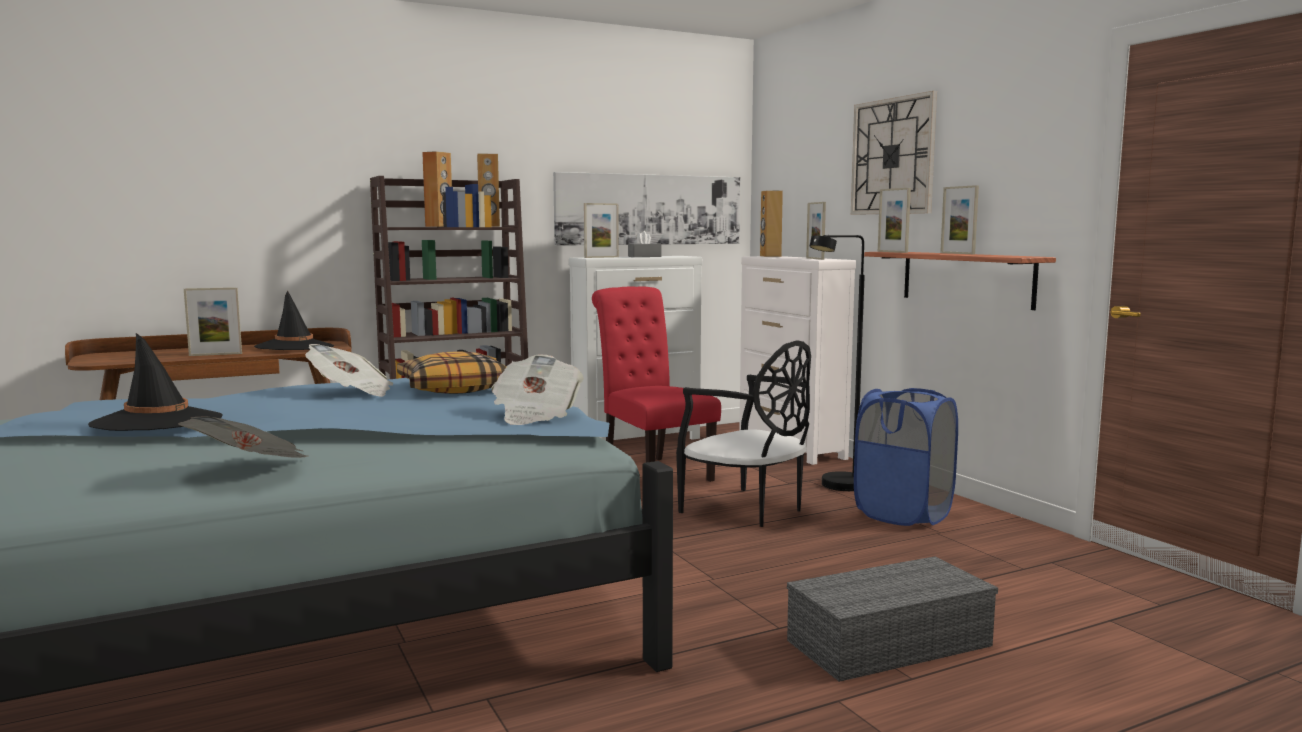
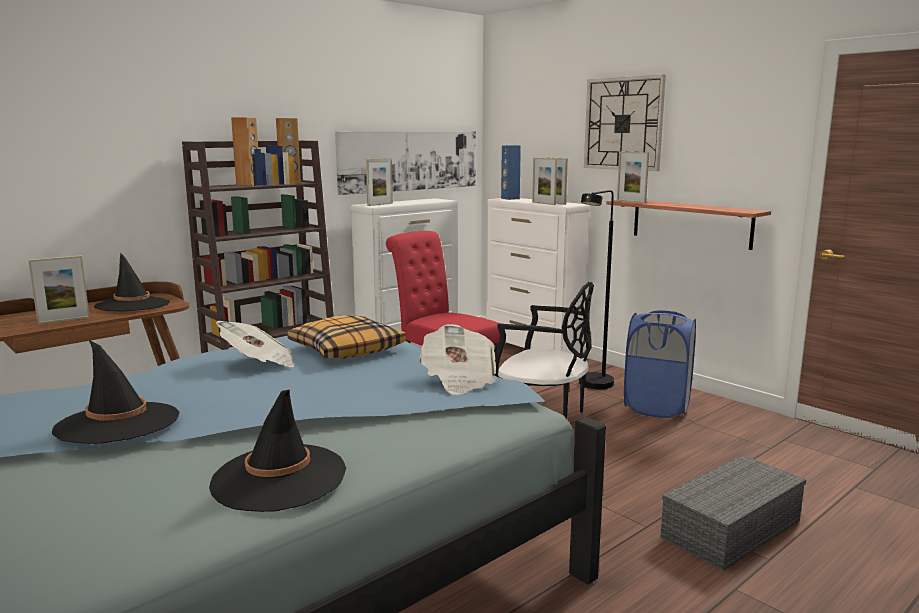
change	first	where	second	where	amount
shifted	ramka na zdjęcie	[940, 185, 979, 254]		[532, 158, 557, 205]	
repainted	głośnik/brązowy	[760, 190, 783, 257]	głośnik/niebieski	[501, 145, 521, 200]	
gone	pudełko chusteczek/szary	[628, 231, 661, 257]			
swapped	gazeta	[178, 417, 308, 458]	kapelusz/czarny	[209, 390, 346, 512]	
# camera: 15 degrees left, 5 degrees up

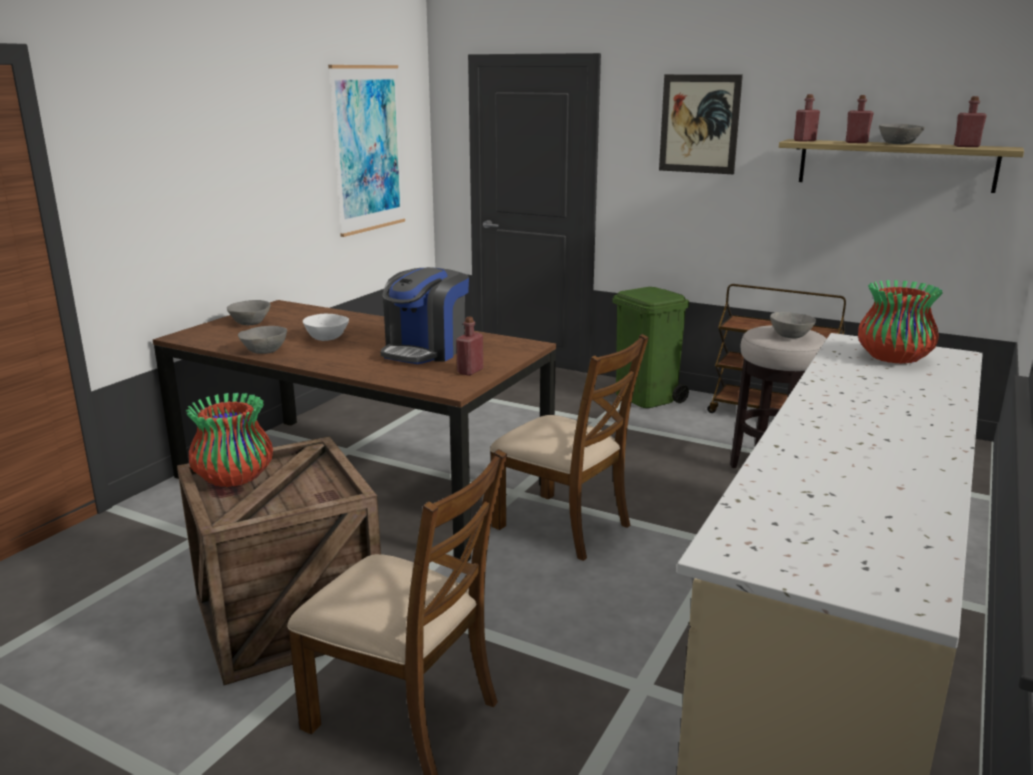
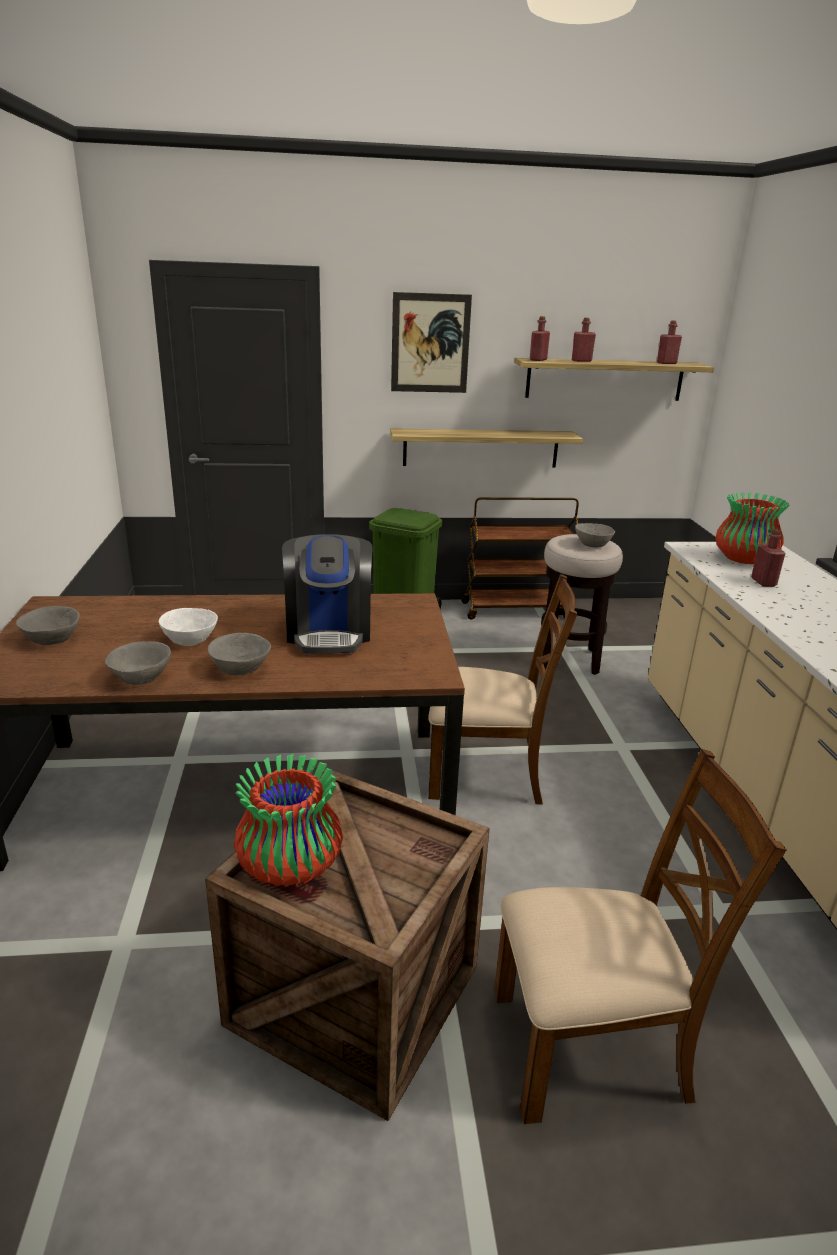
change	first	where	second	where	amount
gone	obraz	[328, 65, 405, 237]			
shifted	miska/szary	[879, 124, 925, 144]		[208, 633, 271, 675]	
shifted	butelka/czerwony	[456, 316, 483, 376]		[751, 529, 785, 587]	
new			półka	[390, 428, 583, 468]	
# camera: 35 degrees left, 5 degrees up

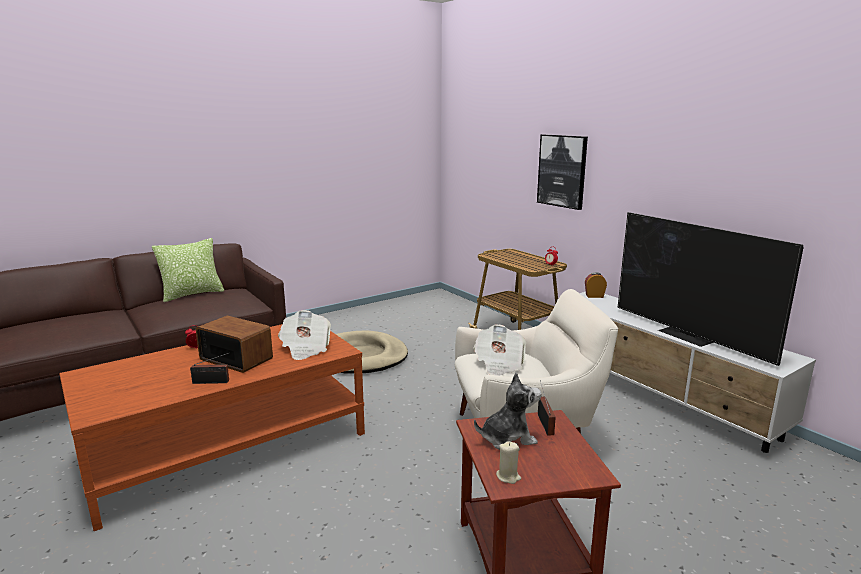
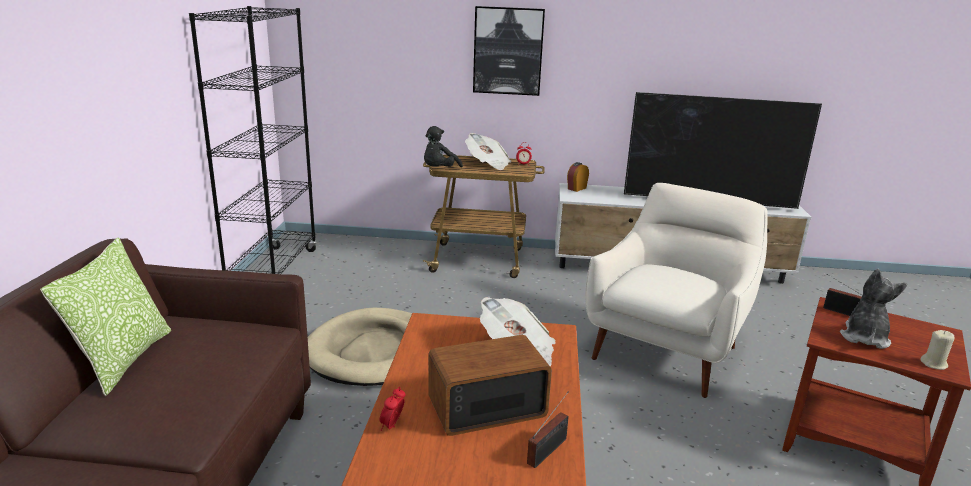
change	first	where	second	where	amount
shifted	gazeta	[473, 324, 526, 376]		[465, 133, 512, 170]	
new			regał/czarny	[189, 6, 317, 274]	
new			pluszak/czarny	[424, 126, 463, 167]	
# camera: 50 degrees left, 5 degrees up

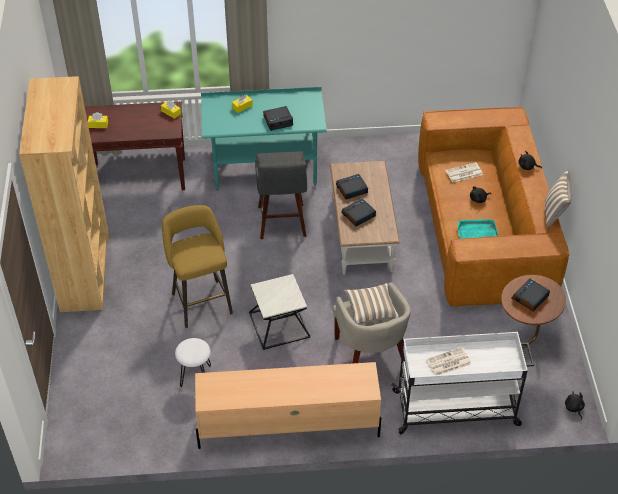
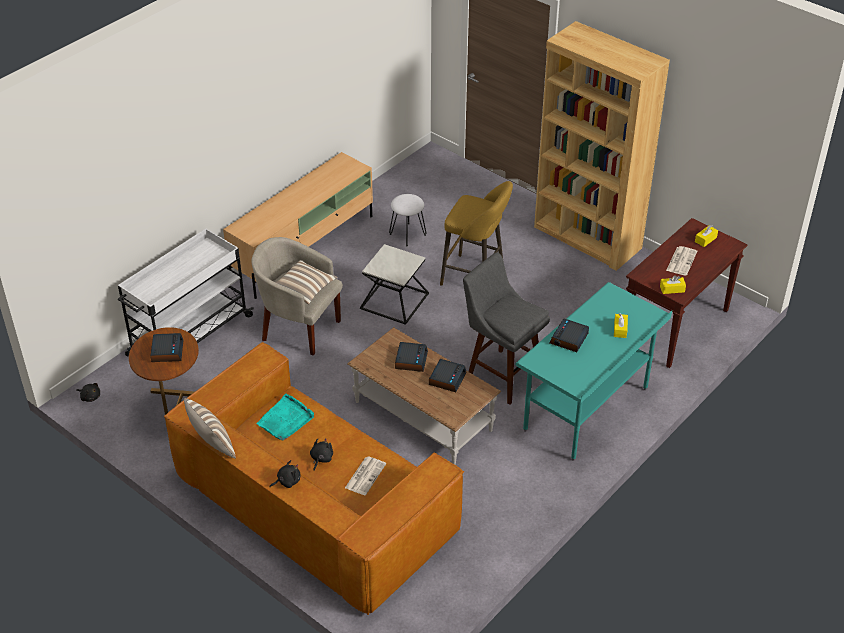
change	first	where	second	where	amount
shifted	gazeta	[426, 348, 471, 375]		[666, 246, 697, 276]	
# camera: 135 degrees right, 5 degrees down

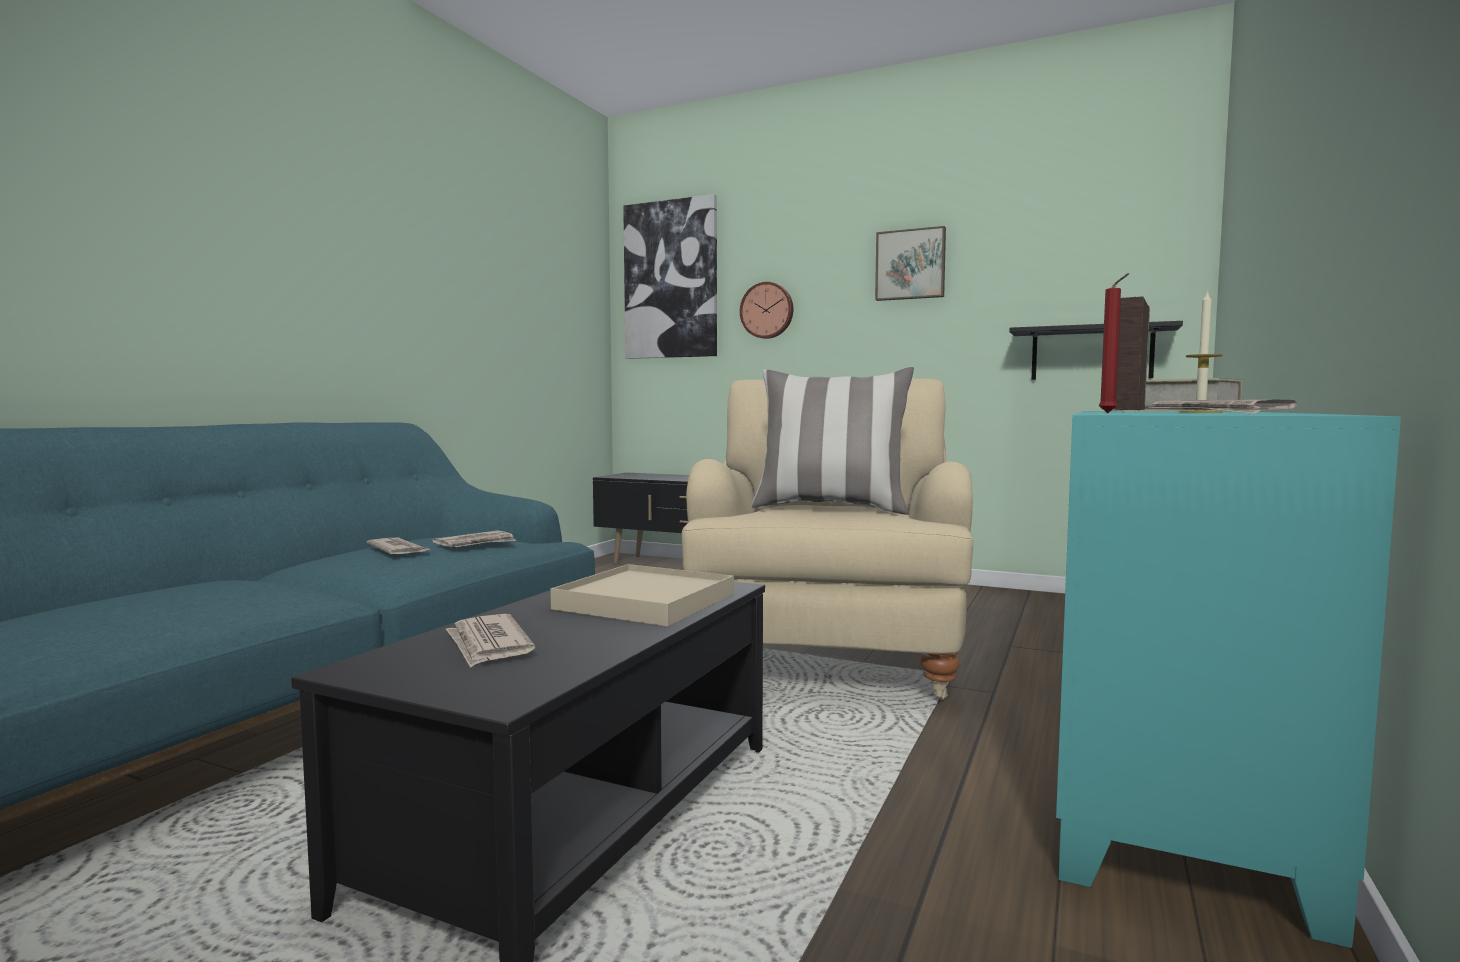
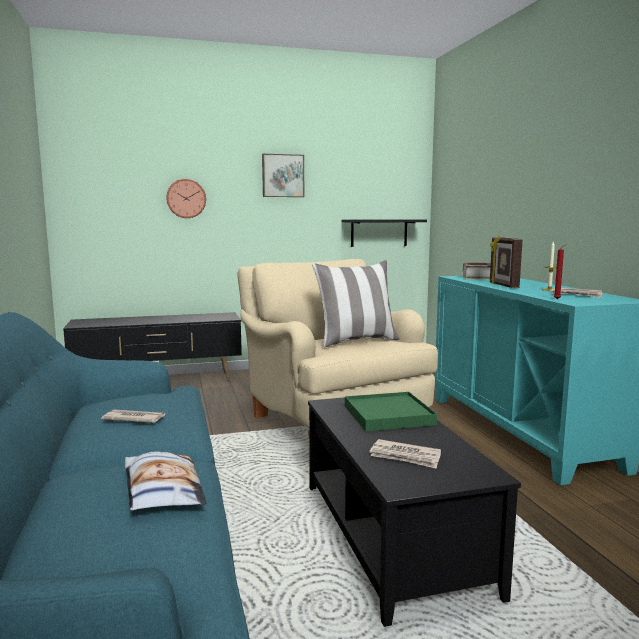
change	first	where	second	where	amount
gone	obraz	[623, 194, 717, 359]			
gone	gazeta	[433, 530, 516, 547]			
repainted	taca/beżowy	[550, 564, 734, 626]	taca/zielony	[345, 392, 437, 431]	
new			poduszka	[125, 451, 207, 511]	
# camera: 40 degrees left, 5 degrees up

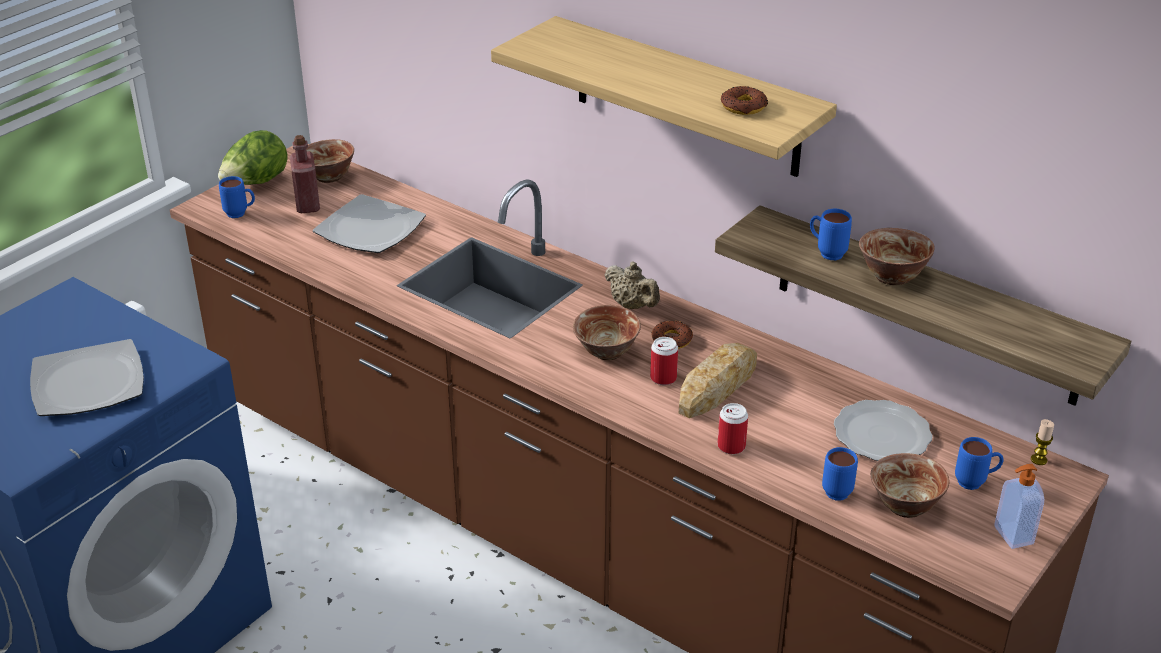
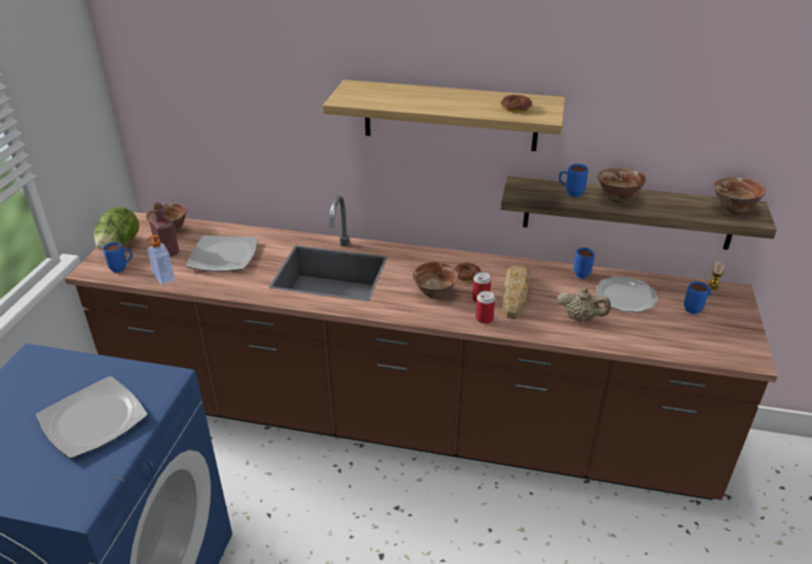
change	first	where	second	where	amount
shifted	imbryk/beżowy	[605, 262, 660, 309]		[557, 287, 611, 321]	
shifted	puszka	[717, 403, 748, 454]		[475, 291, 495, 324]	
shifted	kubek/niebieski	[822, 447, 858, 500]		[573, 248, 595, 278]	
shifted	miska	[871, 453, 950, 518]		[713, 177, 766, 214]	
shifted	dozownik mydła	[994, 464, 1044, 549]		[146, 235, 175, 285]	
# camera: 25 degrees left, 0 degrees up

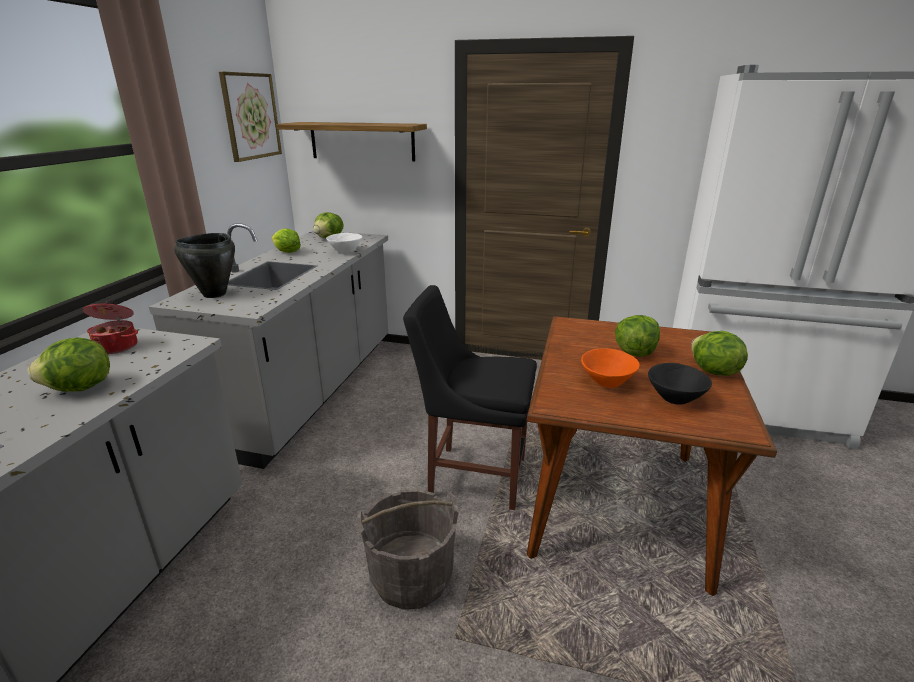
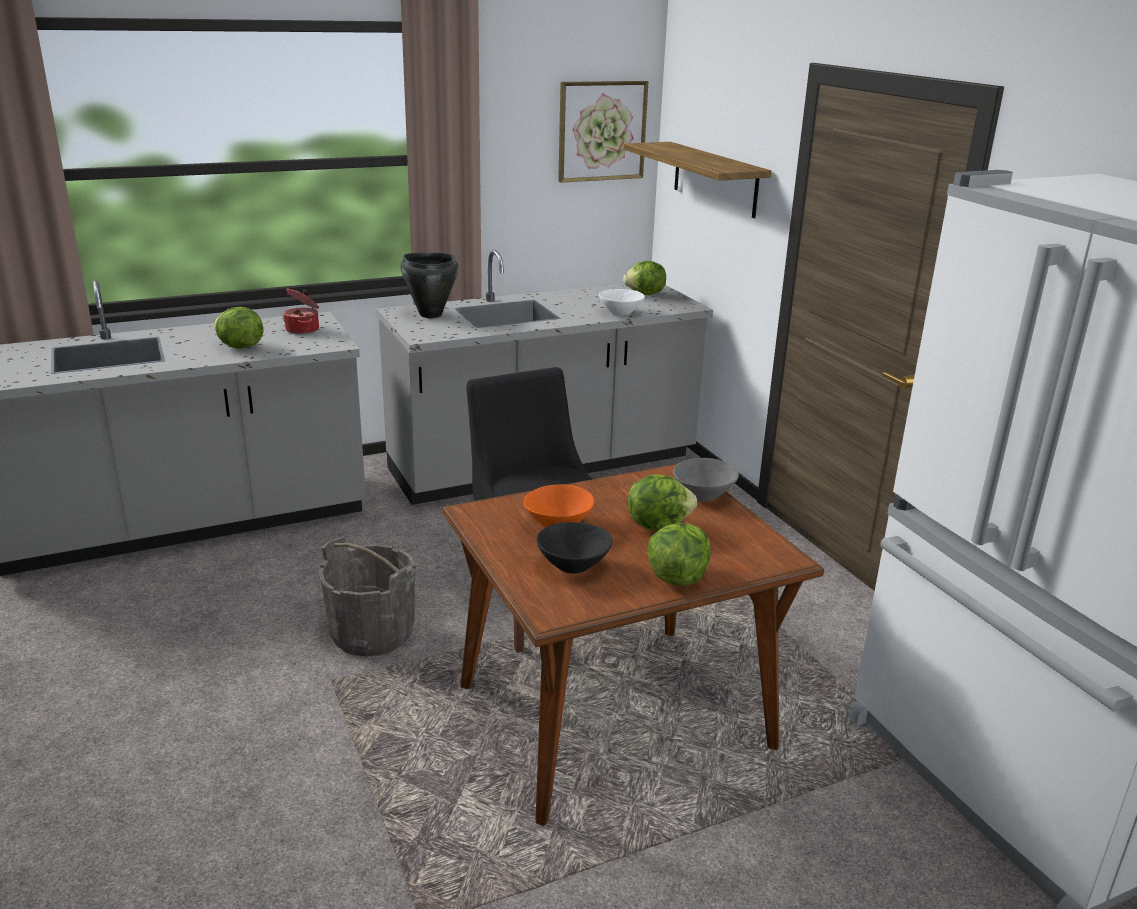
change	first	where	second	where	amount
gone	sałata	[272, 229, 301, 253]			
new			miska/szary	[673, 458, 739, 502]	
# camera: 50 degrees right, 0 degrees up

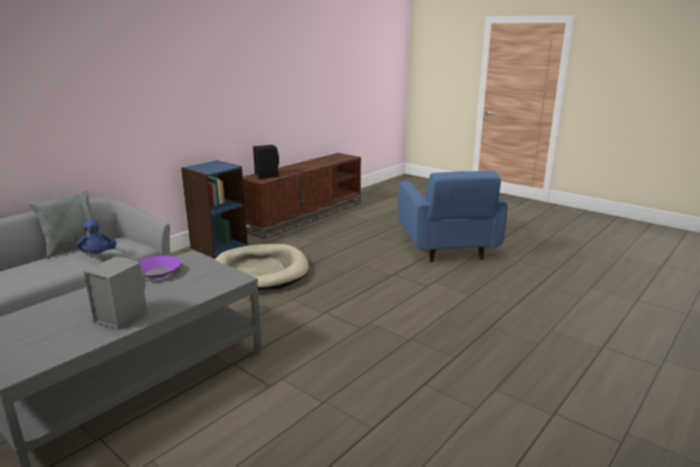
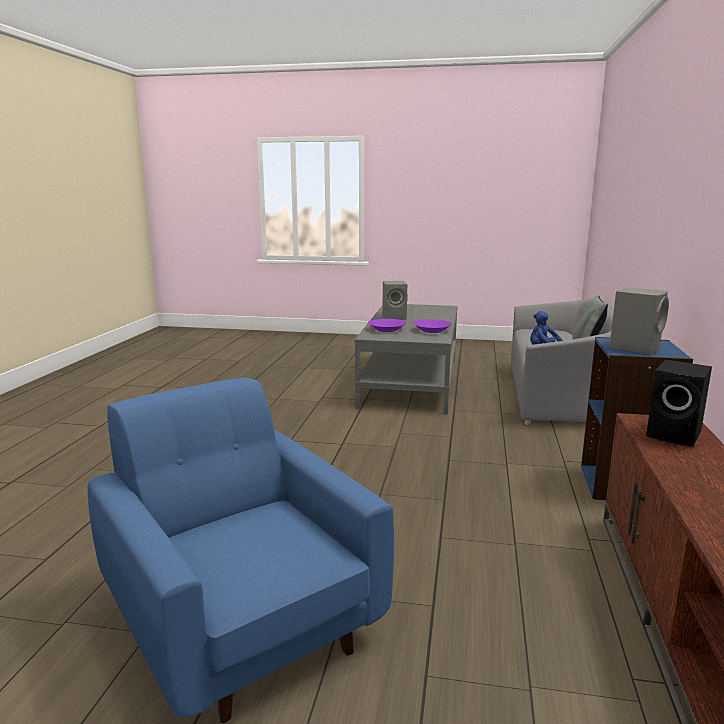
change	first	where	second	where	amount
gone	legowisko/beżowy	[215, 244, 309, 290]			
new			głośnik/szary	[609, 287, 669, 354]	
new			miska/fioletowy	[368, 319, 406, 332]	
# camera: 150 degrees right, 5 degrees down

